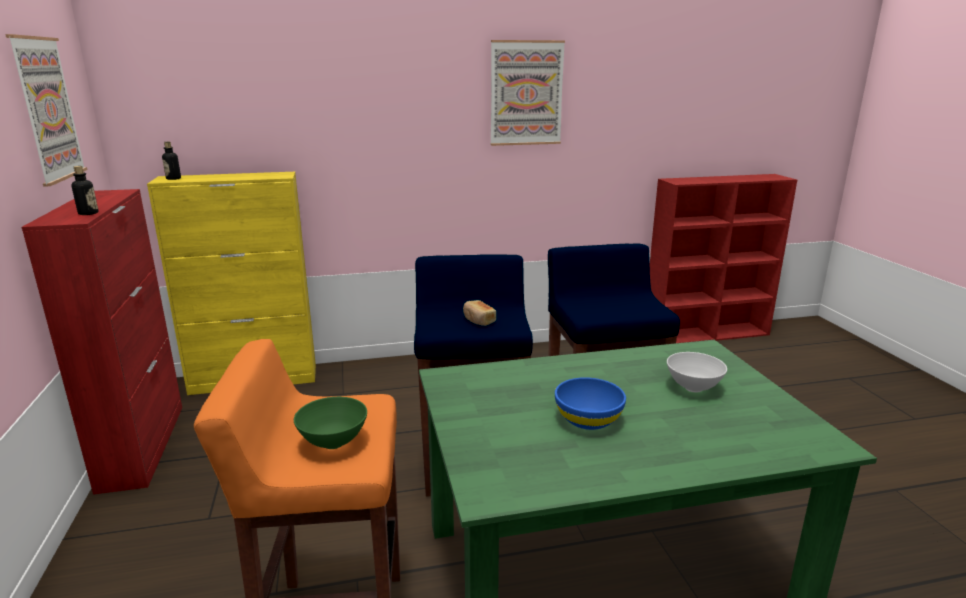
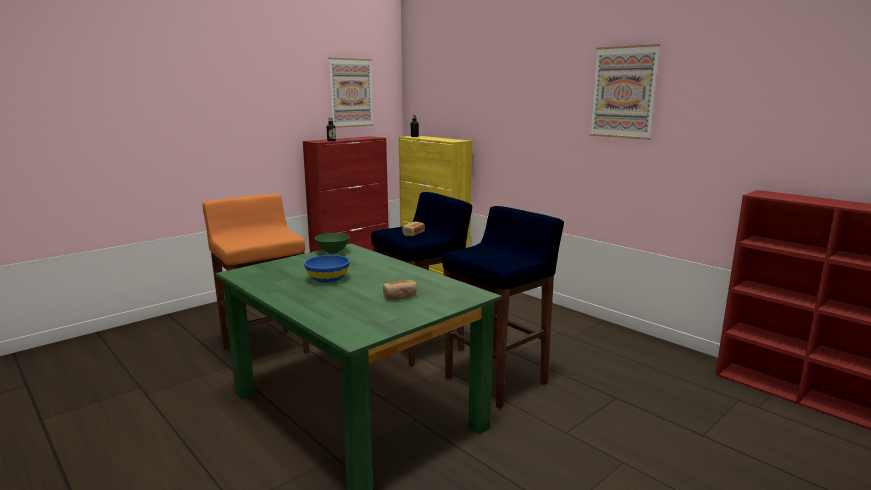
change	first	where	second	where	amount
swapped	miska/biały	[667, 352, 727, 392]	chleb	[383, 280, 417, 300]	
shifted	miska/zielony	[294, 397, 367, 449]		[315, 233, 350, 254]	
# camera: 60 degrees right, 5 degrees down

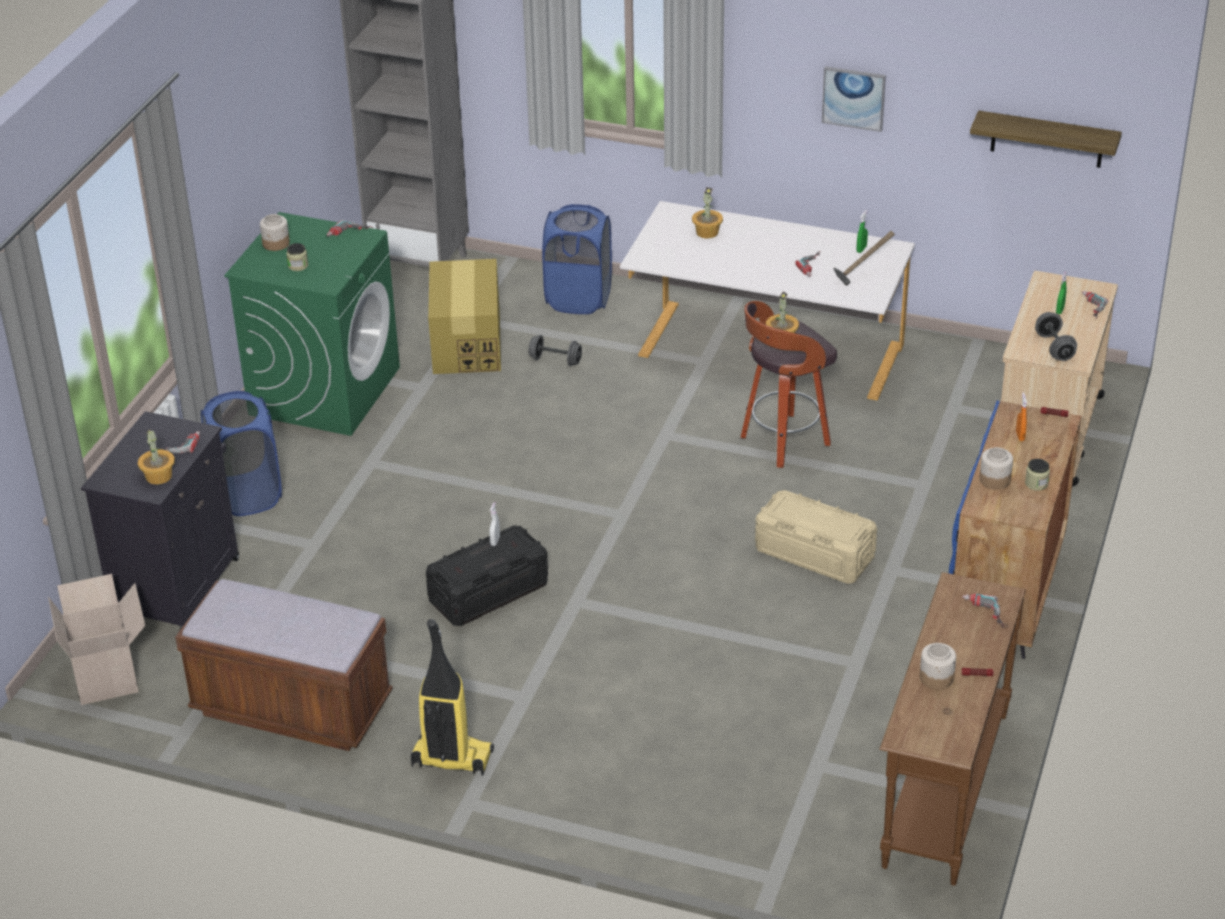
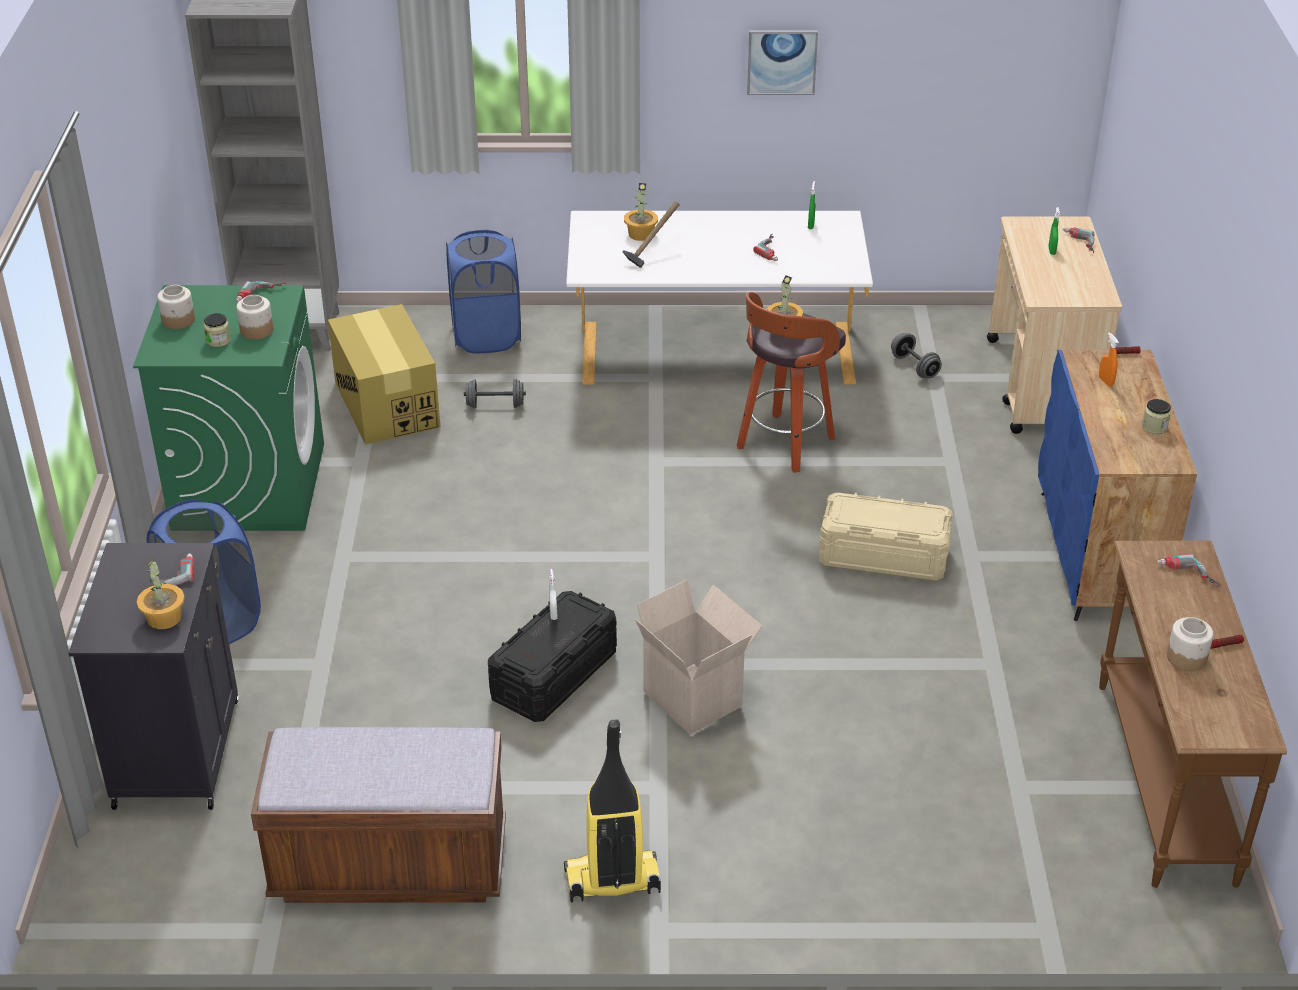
change	first	where	second	where	amount
gone	półka	[970, 111, 1122, 168]			
shifted	młotek	[833, 231, 895, 286]		[622, 201, 680, 268]	
shifted	hantel/szary	[1035, 312, 1077, 361]		[891, 333, 942, 378]	
shifted	słoik	[979, 447, 1013, 490]		[236, 295, 273, 340]	
shifted	karton	[48, 574, 145, 705]		[635, 579, 762, 735]	
# camera: 20 degrees left, 0 degrees up

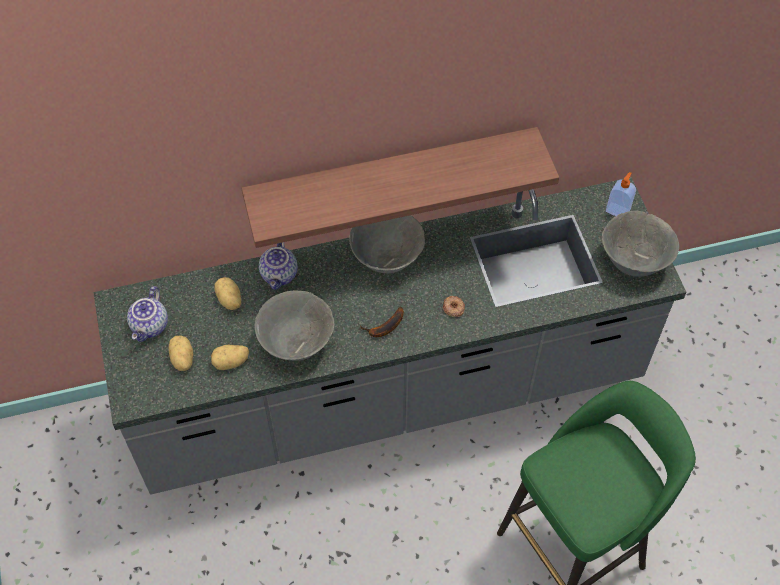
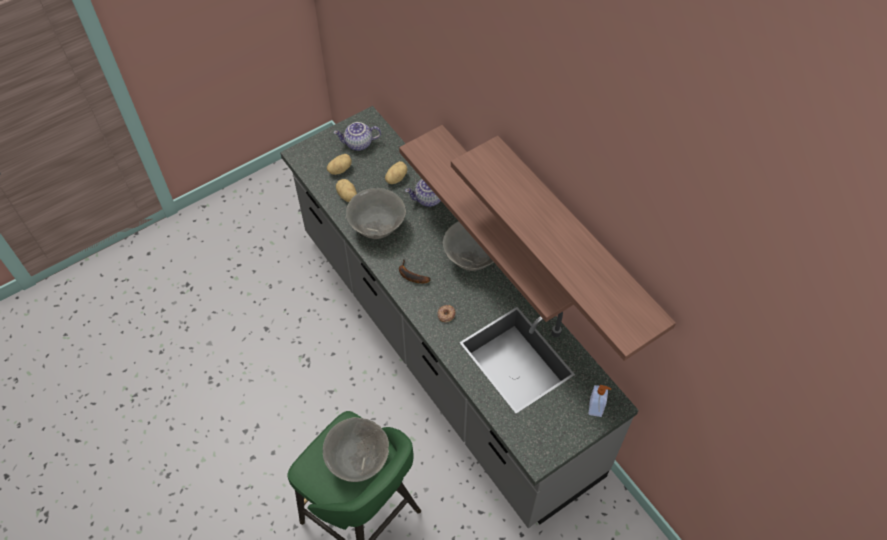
change	first	where	second	where	amount
shifted	miska/szary	[602, 211, 679, 277]		[323, 417, 389, 482]	
new			półka	[451, 136, 676, 361]	
# camera: 70 degrees right, 0 degrees up

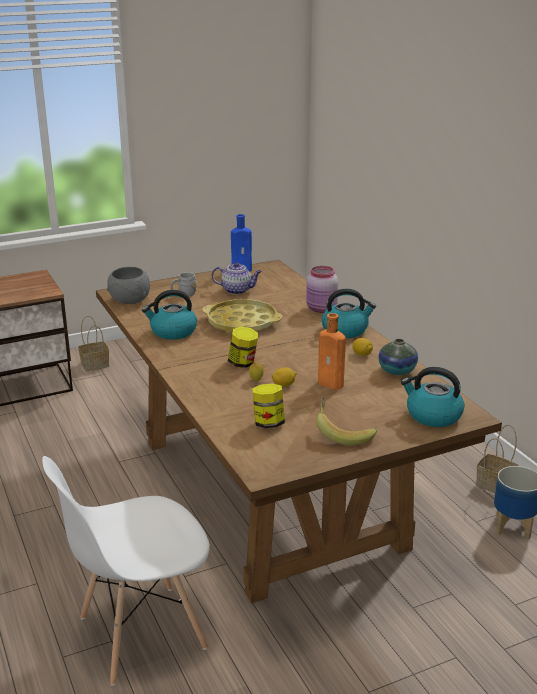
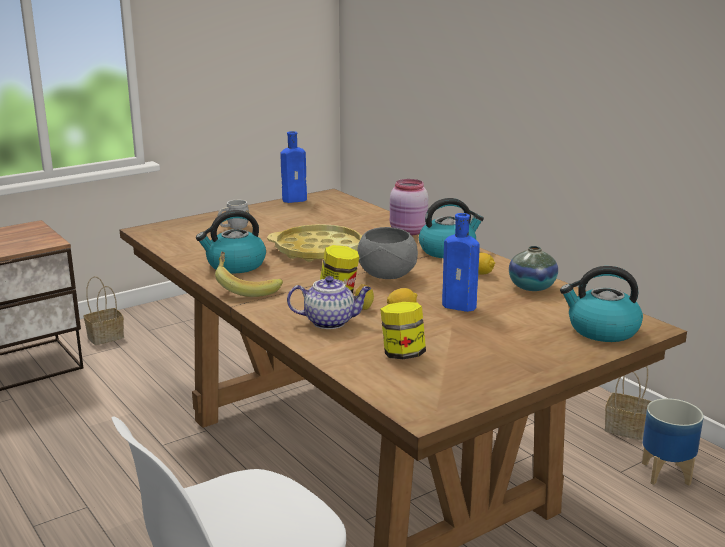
change	first	where	second	where	amount
shifted	imbryk	[212, 262, 262, 294]		[287, 276, 371, 329]	
shifted	miska/szary	[107, 267, 150, 304]		[357, 227, 418, 279]	
repainted	butelka/pomarańczowy	[318, 313, 346, 390]	butelka/niebieski	[442, 213, 480, 312]	
shifted	banan	[316, 397, 377, 445]		[215, 252, 283, 297]	
# camera: 10 degrees left, 5 degrees down

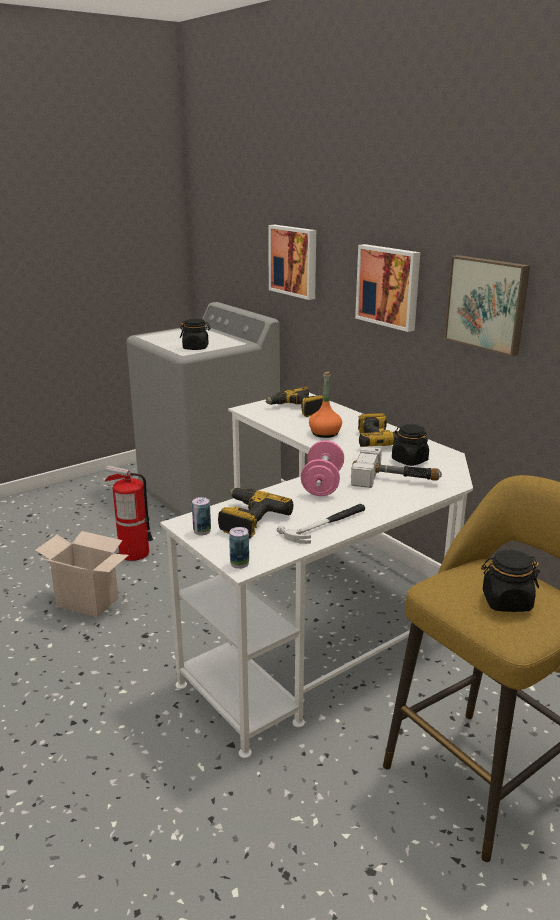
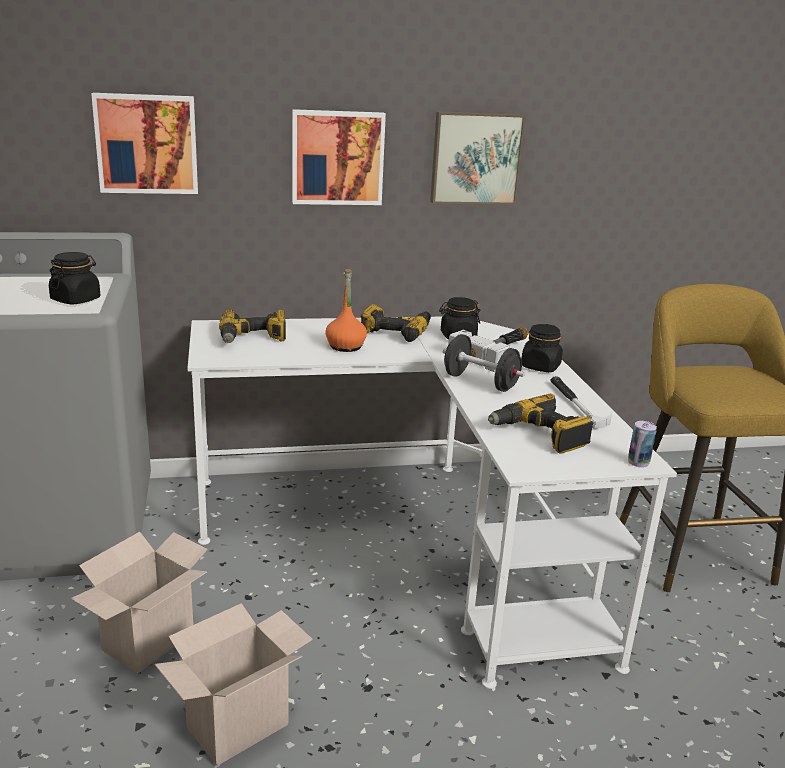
change	first	where	second	where	amount
repainted	hantel/różowy	[301, 440, 344, 496]	hantel/czarny	[443, 334, 525, 392]	
swapped	gaśnica	[105, 466, 153, 561]	karton	[71, 532, 208, 674]	
gone	puszka	[192, 497, 211, 535]			
shifted	słoik/czarny	[481, 550, 540, 612]		[521, 324, 563, 372]	
# camera: 65 degrees left, 0 degrees up

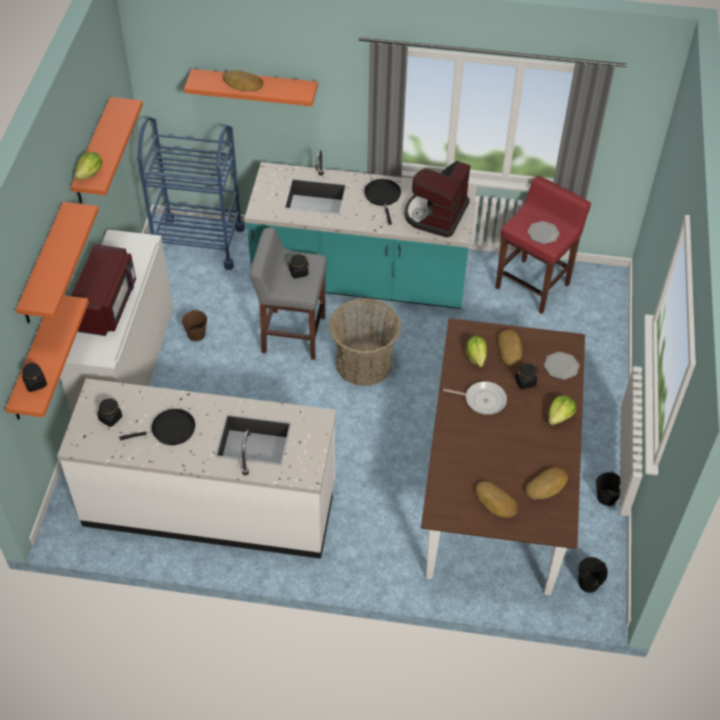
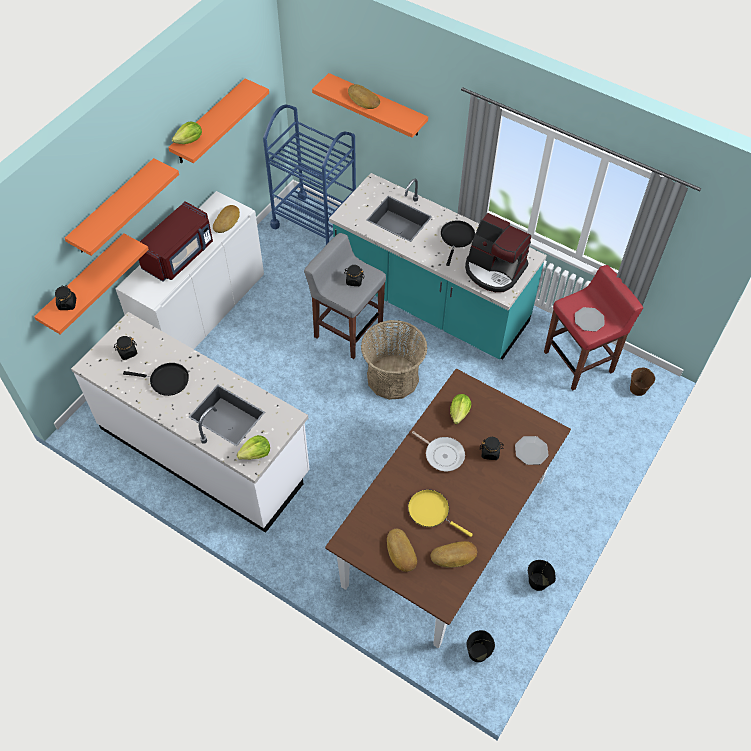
change	first	where	second	where	amount
rotated	ekspres do kawy	[405, 160, 470, 238]		[465, 213, 531, 292]	105 degrees counterclockwise
shifted	wiadro/brązowy	[182, 310, 207, 341]		[630, 367, 655, 396]	
shifted	chleb	[498, 329, 522, 366]		[213, 205, 240, 233]	
shifted	sałata	[548, 395, 576, 425]		[237, 435, 270, 460]	
new			patelnia/żółty	[408, 489, 473, 537]	
# camera: 25 degrees right, 5 degrees up

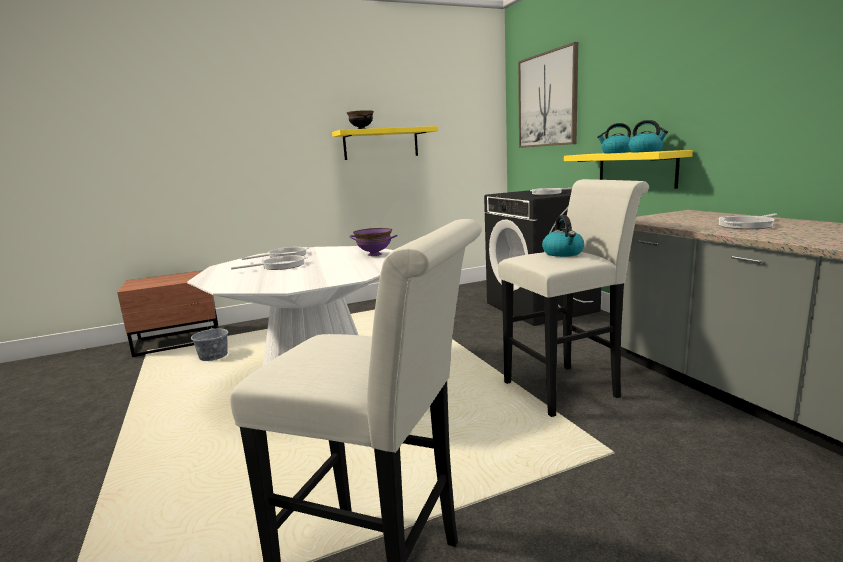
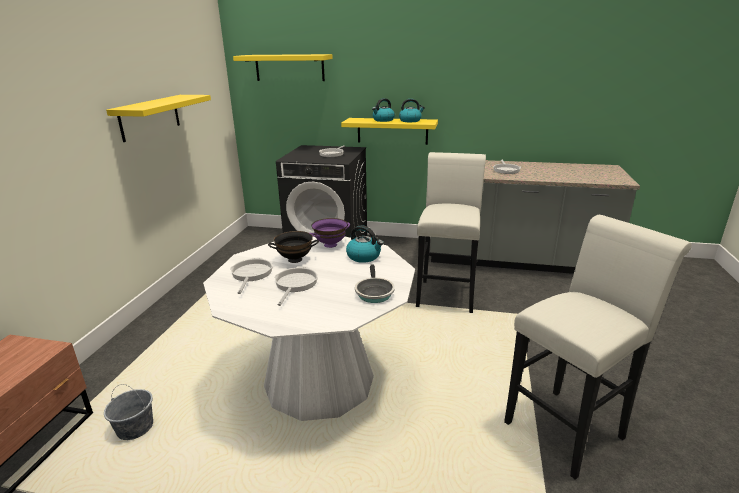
change	first	where	second	where	amount
swapped	obraz	[518, 42, 578, 148]	półka/żółty	[233, 54, 333, 81]	
shifted	miska/czarny	[347, 110, 374, 129]		[268, 231, 319, 263]	
shifted	czajnik	[542, 215, 584, 257]		[346, 225, 383, 263]	
new			patelnia	[355, 264, 395, 303]	
# camera: 55 degrees left, 10 degrees up

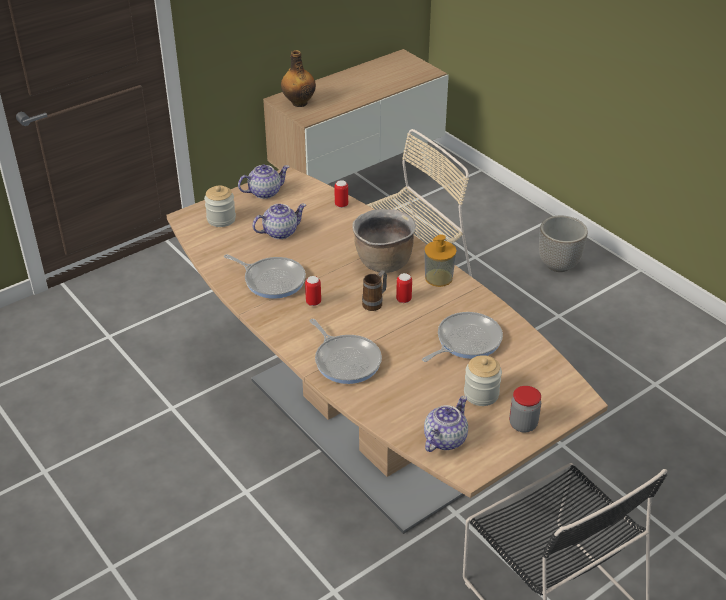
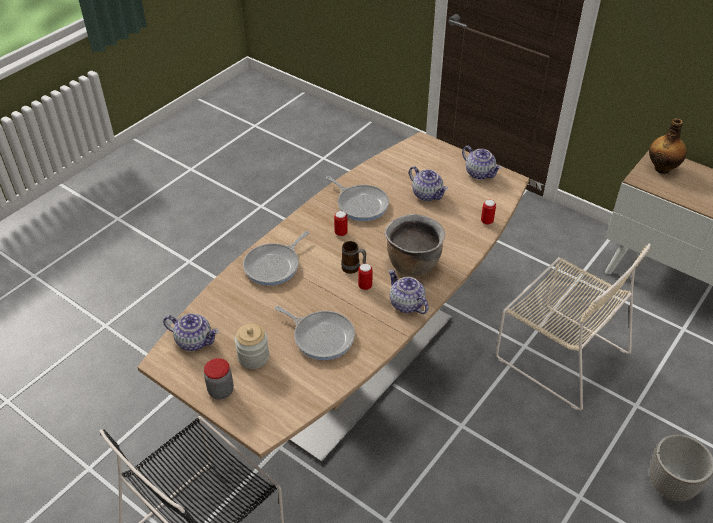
change	first	where	second	where	amount
gone	słoik	[204, 186, 236, 227]			
swapped	dozownik mydła	[424, 235, 457, 287]	imbryk	[388, 269, 429, 314]	
rotated	patelnia	[224, 254, 306, 299]		[326, 176, 389, 221]	60 degrees counterclockwise
# camera: 75 degrees right, 5 degrees up

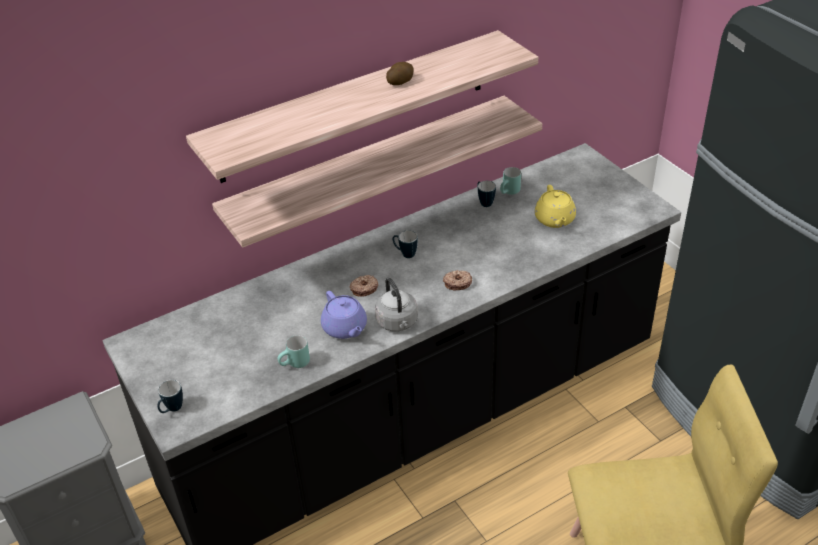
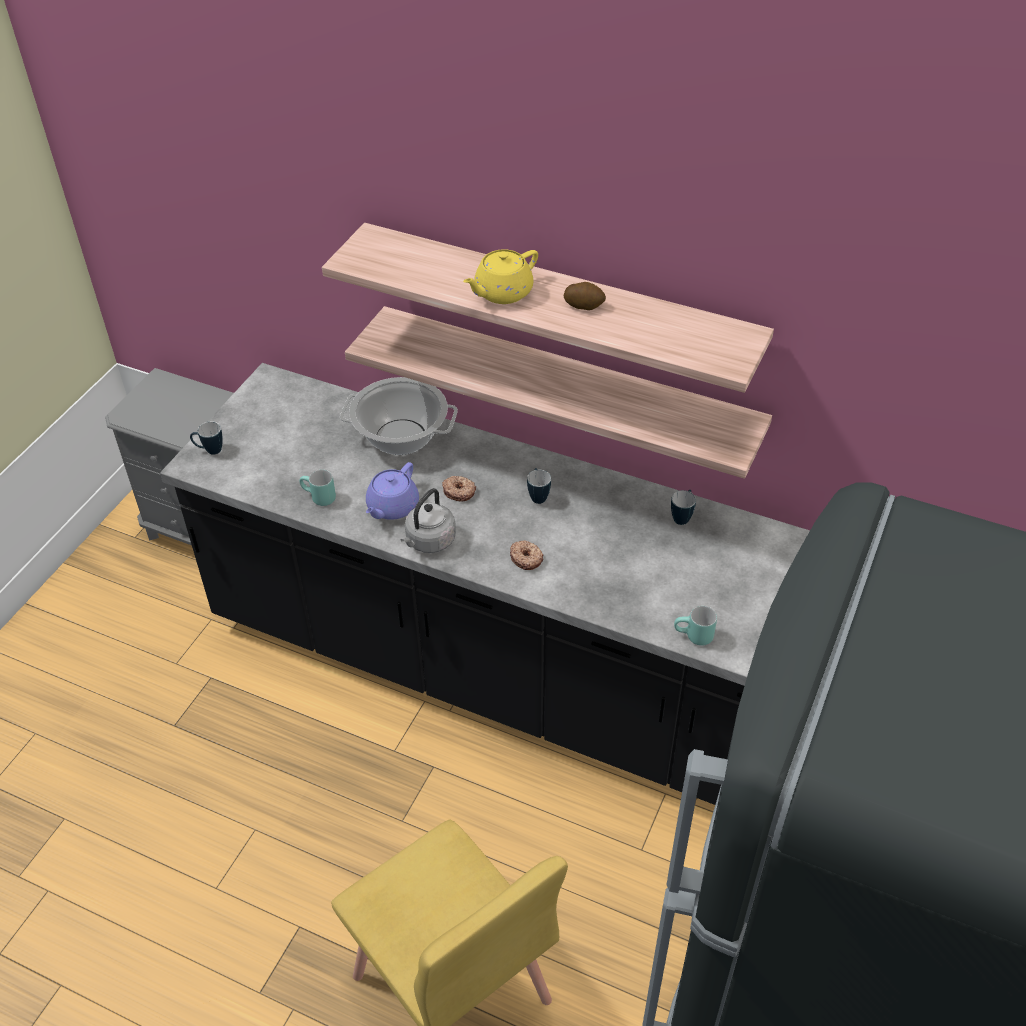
change	first	where	second	where	amount
shifted	kubek/turkusowy	[500, 167, 521, 195]		[674, 606, 717, 646]	
shifted	imbryk/żółty	[535, 185, 576, 228]		[463, 249, 538, 304]	
new			garnek	[340, 377, 458, 455]	
# camera: 55 degrees right, 5 degrees up

